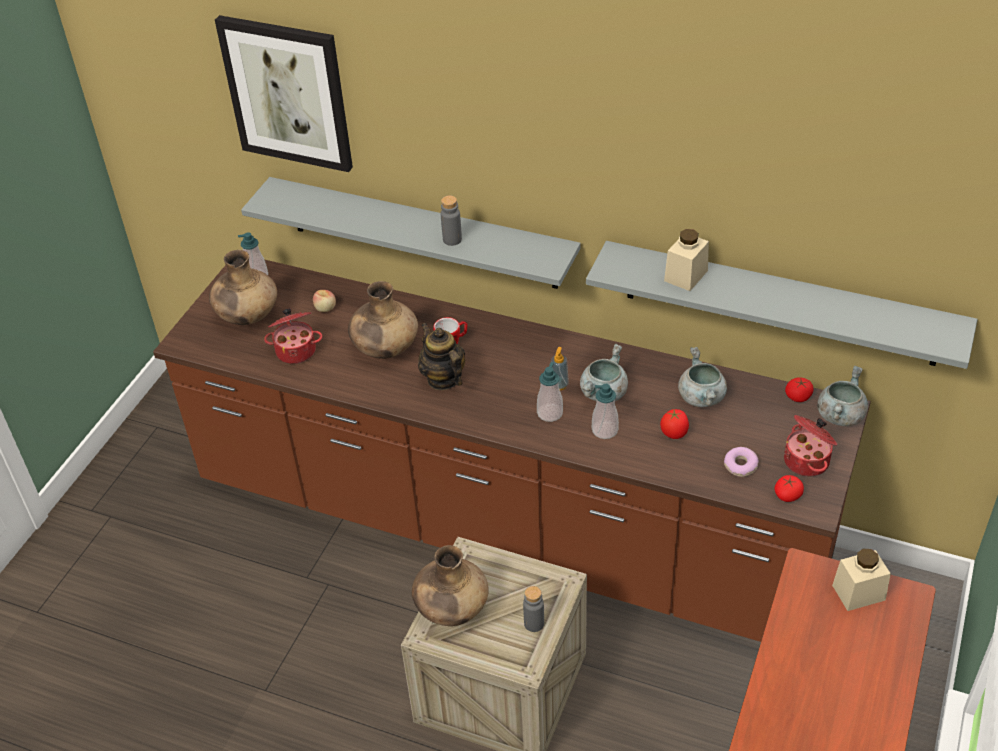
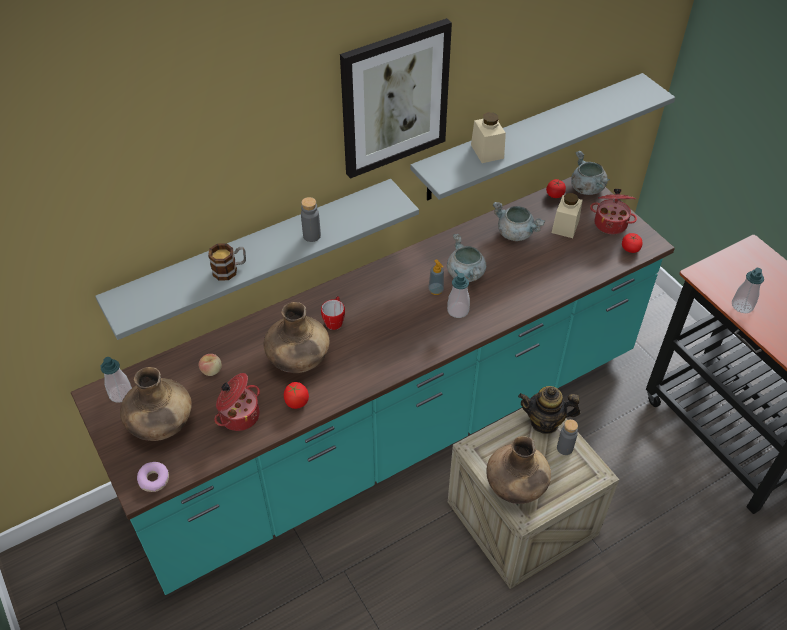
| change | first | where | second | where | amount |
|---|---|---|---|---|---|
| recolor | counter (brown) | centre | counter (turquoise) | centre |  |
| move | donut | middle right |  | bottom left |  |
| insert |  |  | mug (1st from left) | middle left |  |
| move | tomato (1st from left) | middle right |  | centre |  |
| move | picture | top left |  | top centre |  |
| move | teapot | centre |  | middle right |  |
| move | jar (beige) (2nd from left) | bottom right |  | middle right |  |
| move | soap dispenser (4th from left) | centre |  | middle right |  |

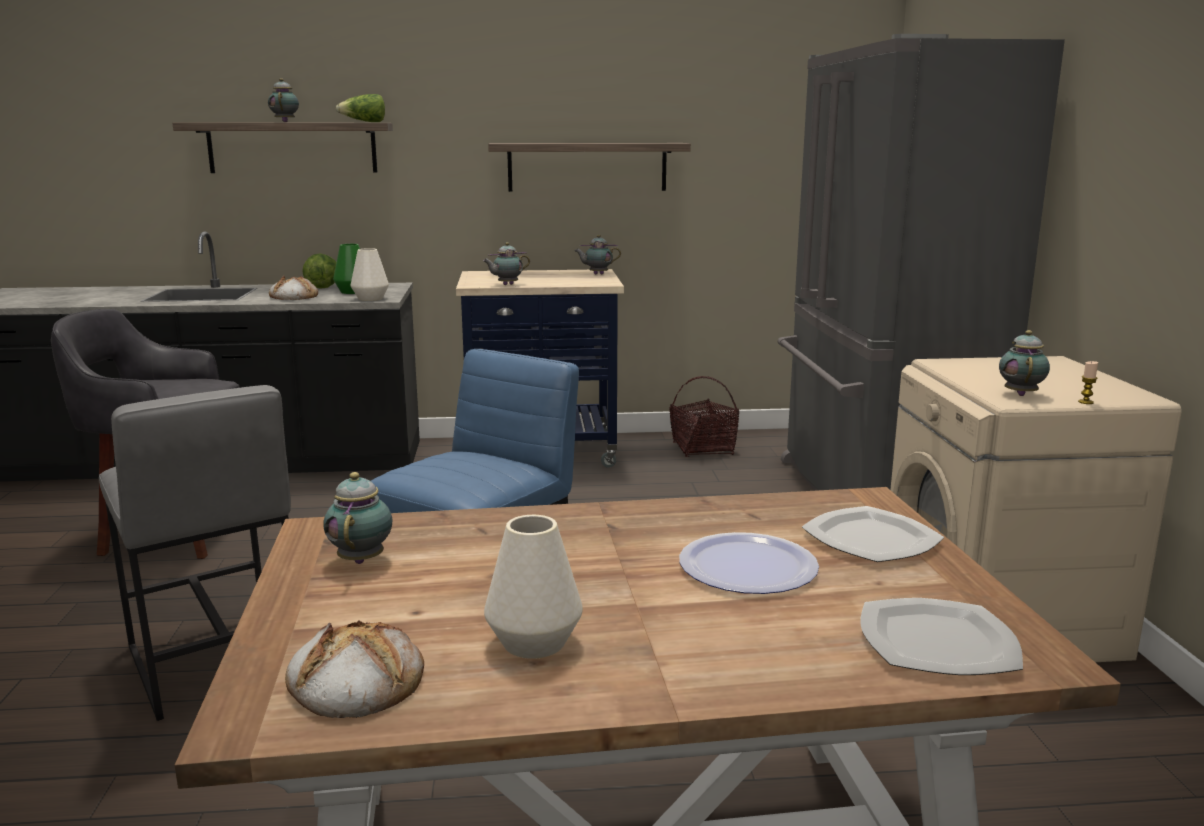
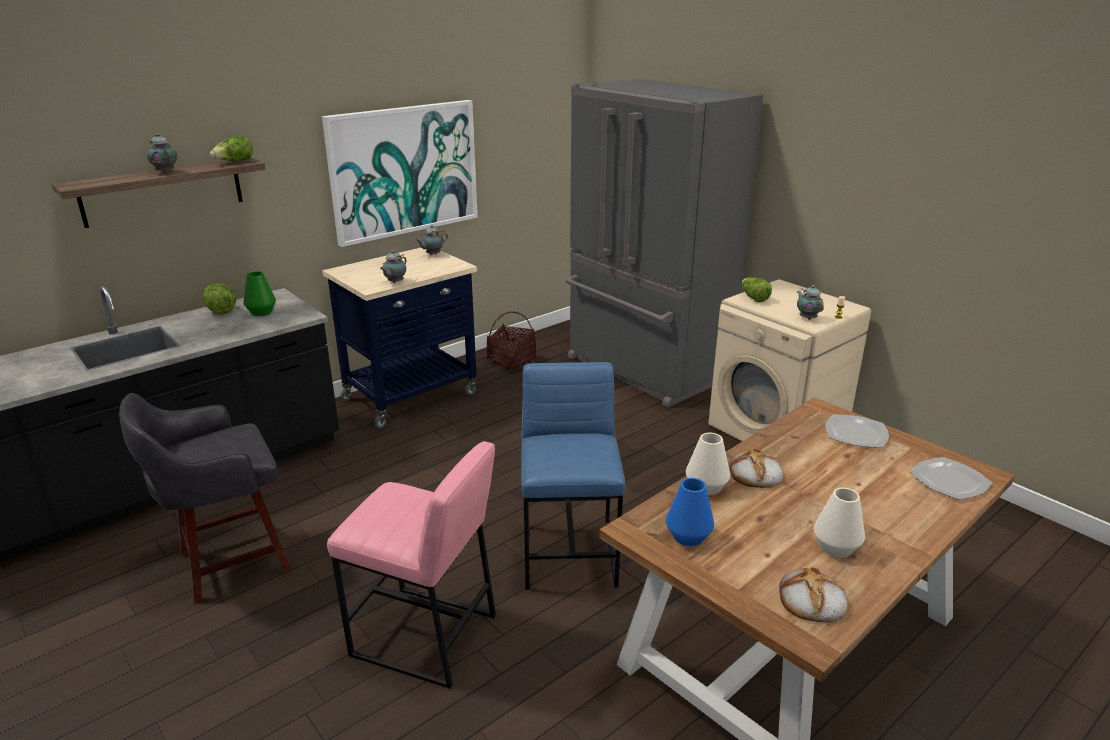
| change | first | where | second | where | amount |
|---|---|---|---|---|---|
| replace | shelf (2nd from left) | top centre | picture | top centre |  |
| recolor | chair (grey) | bottom left | chair (pink) | bottom centre |  |
| replace | teapot (2nd from left) | middle left | vase (blue) | bottom centre |  |
| move | vase (white) (1st from left) | top left |  | centre |  |
| move | bread (1st from left) | middle left |  | middle right |  |
| insert |  |  | lettuce (3rd from left) | middle right |  |
| delete | plate (1st from left) | bottom centre |  |  |  |

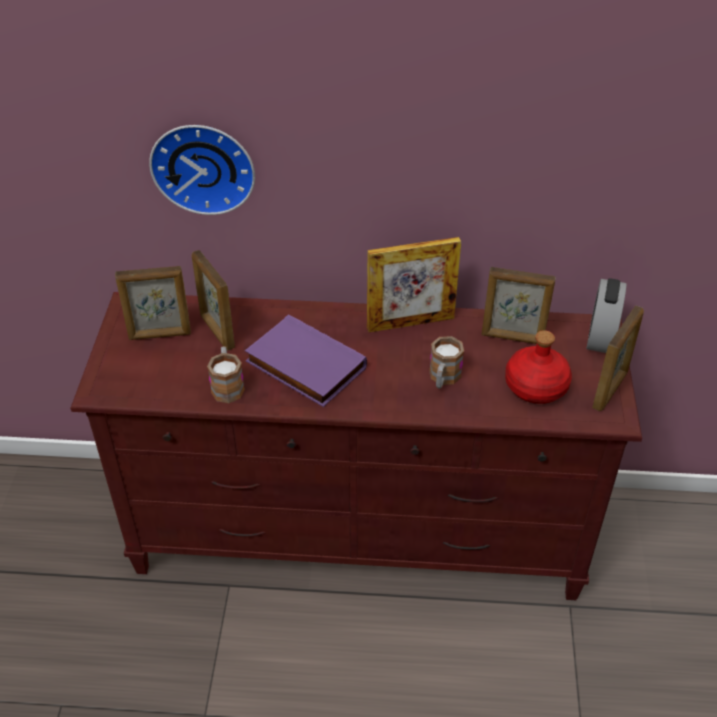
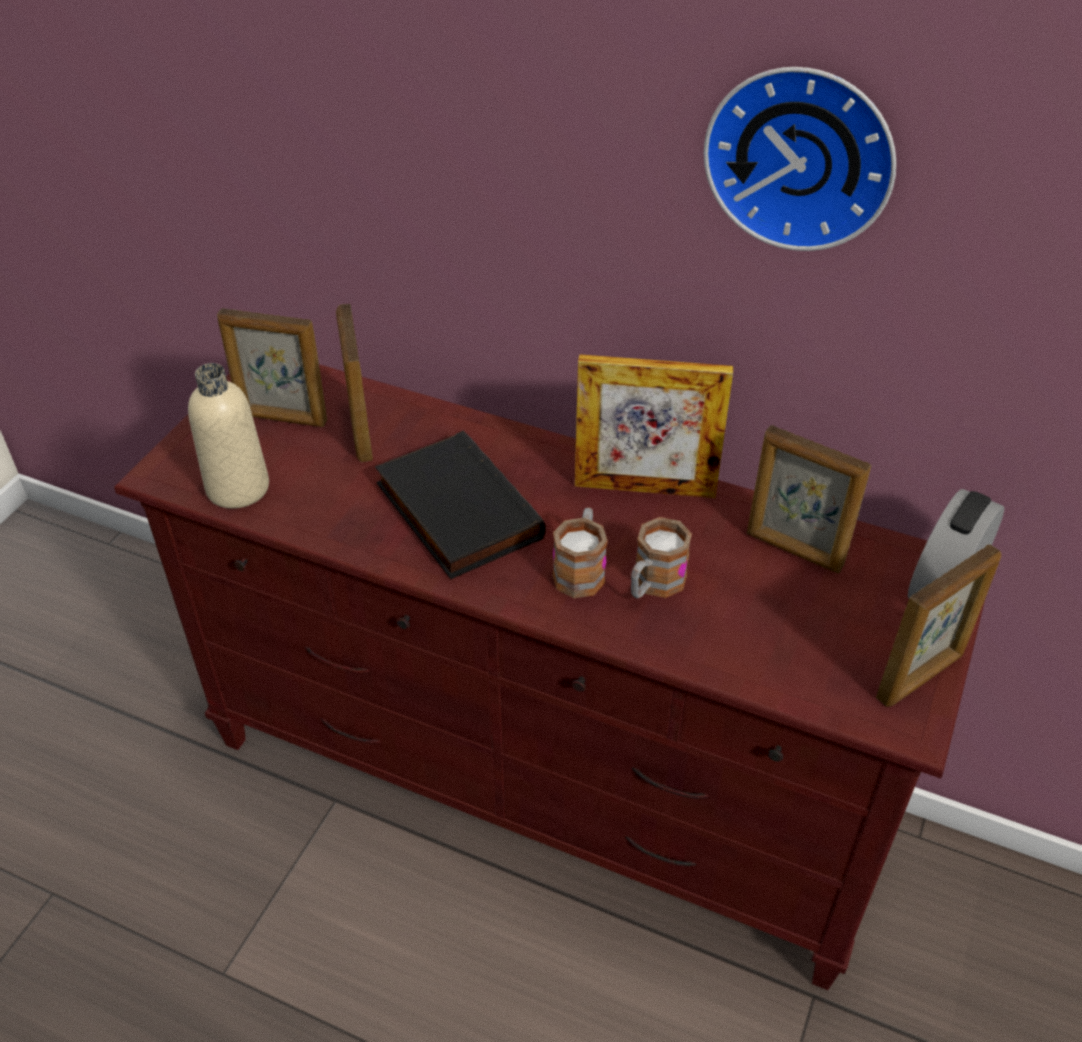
| change | first | where | second | where | amount |
|---|---|---|---|---|---|
| insert |  |  | bottle (beige) | middle left |  |
| recolor | book (purple) | centre | book (black) | centre |  |
| move | mug (1st from left) | middle left |  | centre |  |
| move | wall clock | top left |  | top right |  |
| delete | bottle (red) | middle right |  |  |  |

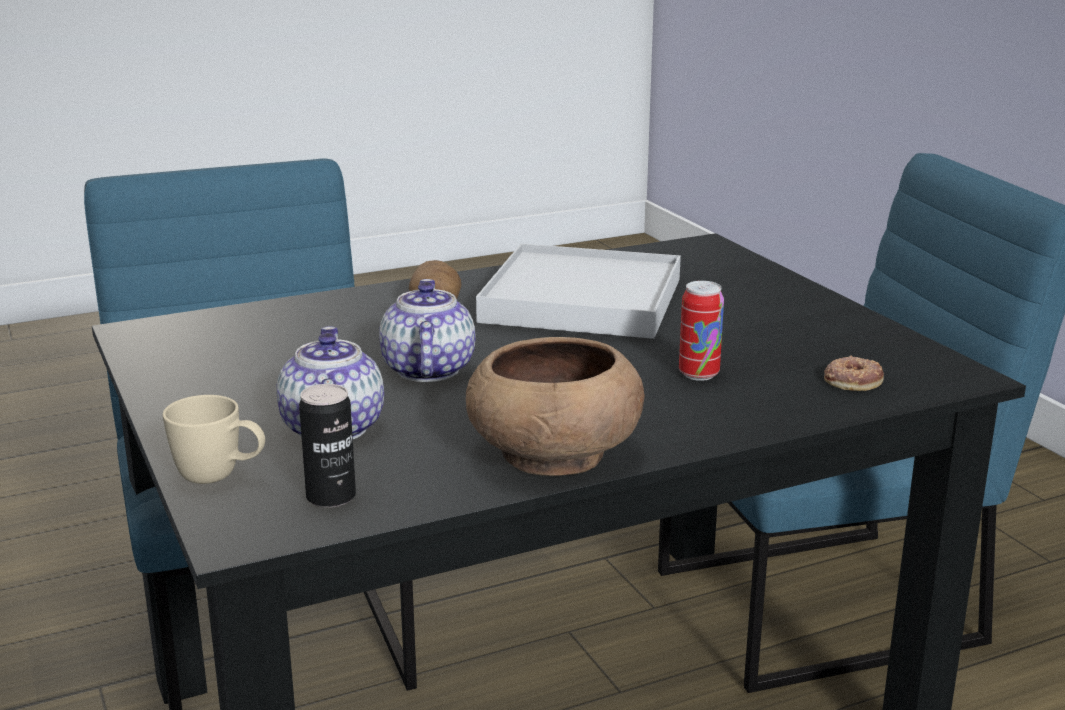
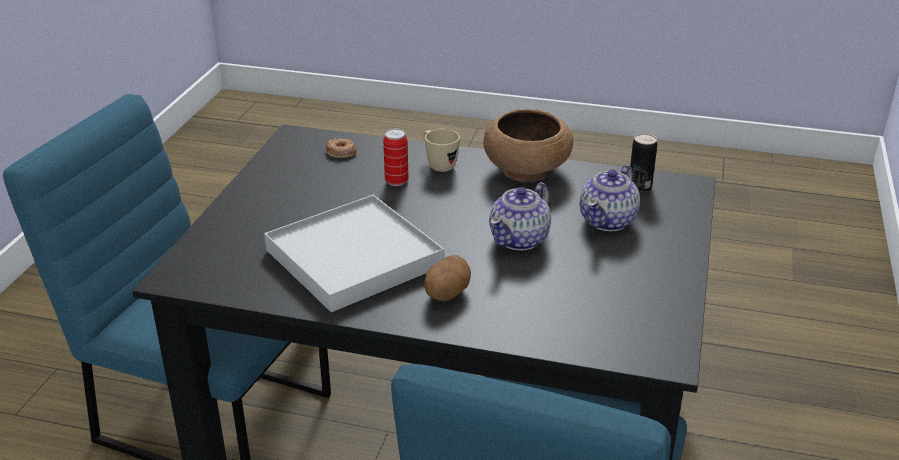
| change | first | where | second | where | amount |
|---|---|---|---|---|---|
| move | mug (beige) | middle left |  | top centre |  |

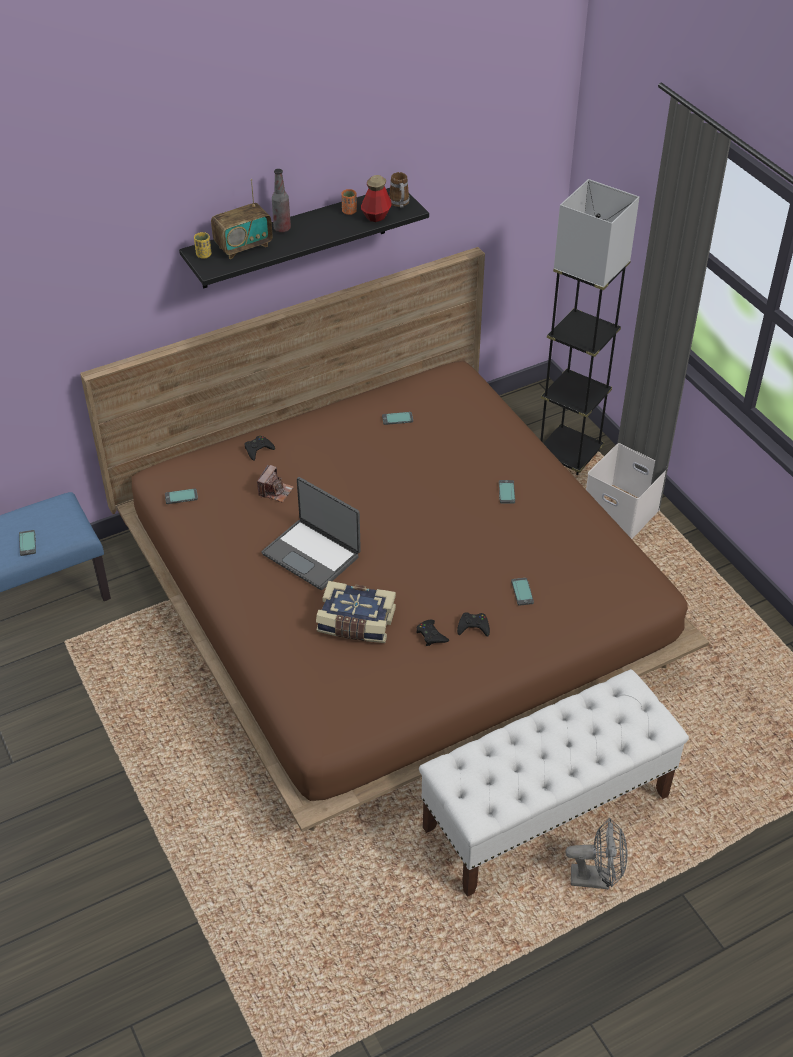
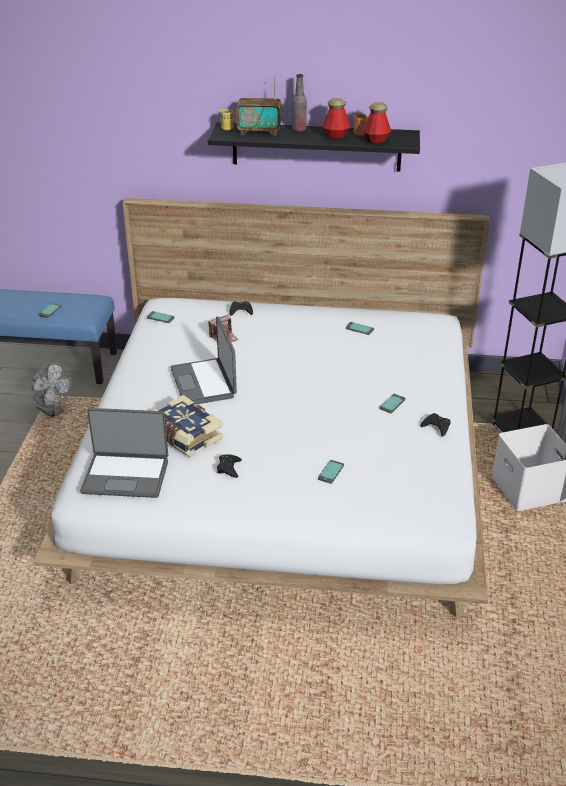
| change | first | where | second | where | amount |
|---|---|---|---|---|---|
| move | fan (grey) | bottom right |  | middle left |  |
| recolor | bed (brown) | centre | bed (white) | centre |  |
| insert |  |  | laptop (1st from left) | middle left |  |
| insert |  |  | bottle (2nd from left) | top centre |  |
| move | game controller (black) (3rd from left) | centre |  | middle right |  |
| delete | mug | top centre |  |  |  |
| delete | bench (white) | bottom right |  |  |  |

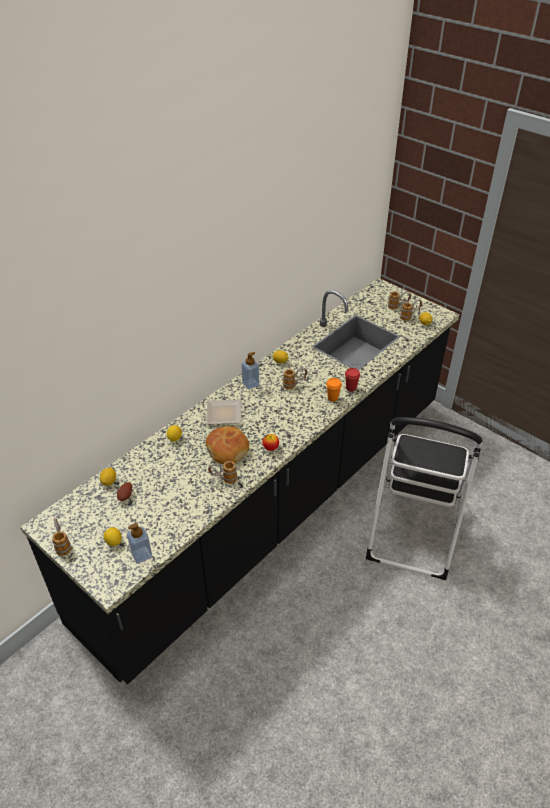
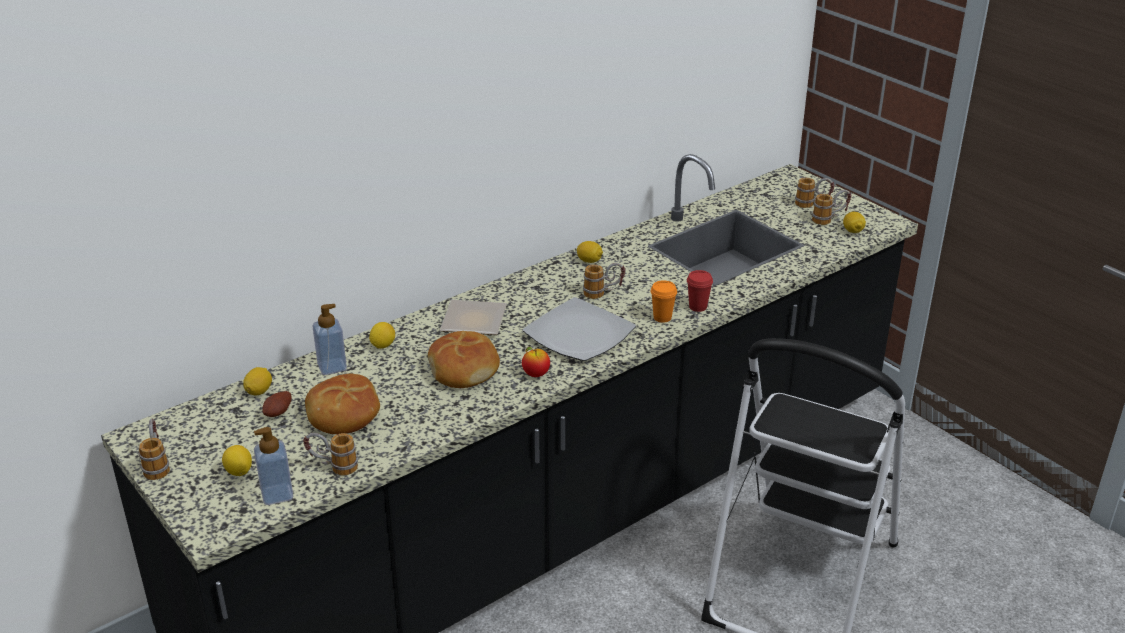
| change | first | where | second | where | amount |
|---|---|---|---|---|---|
| move | mug (2nd from left) | centre |  | bottom left |  |
| insert |  |  | bread (1st from left) | middle left |  |
| move | soap dispenser (2nd from left) | centre |  | middle left |  |
| insert |  |  | plate (2nd from left) | centre |  |

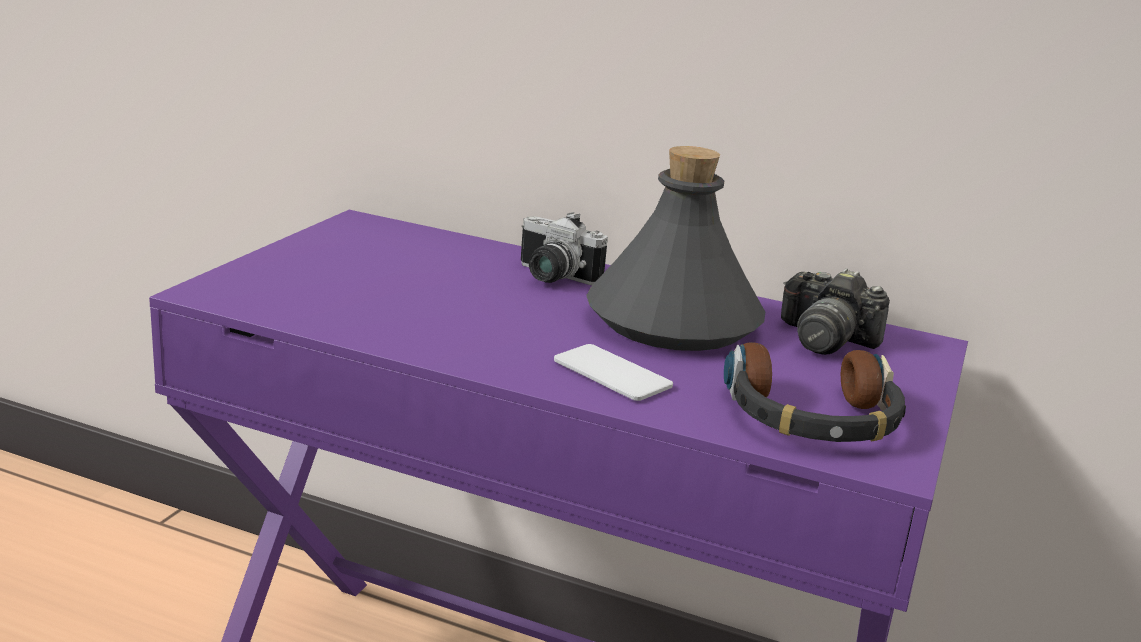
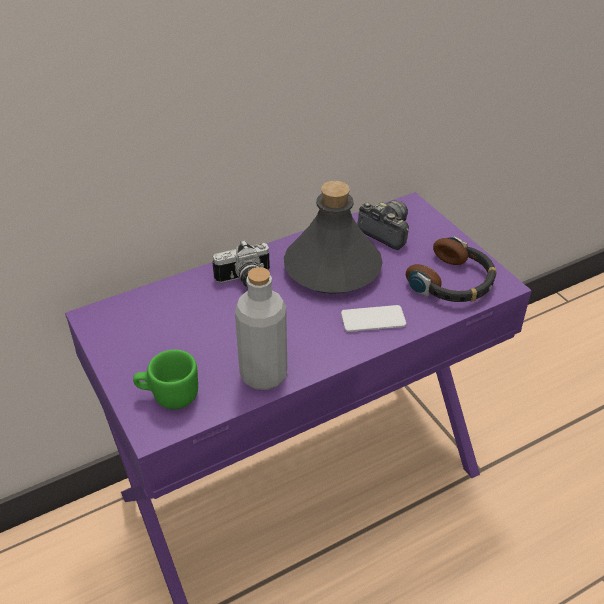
| change | first | where | second | where | amount |
|---|---|---|---|---|---|
| insert |  |  | mug (green) | middle left |  |
| insert |  |  | bottle (grey) (1st from left) | centre |  |
| rotate | photo camera (2nd from left) | middle right |  | centre | 120 degrees counterclockwise |

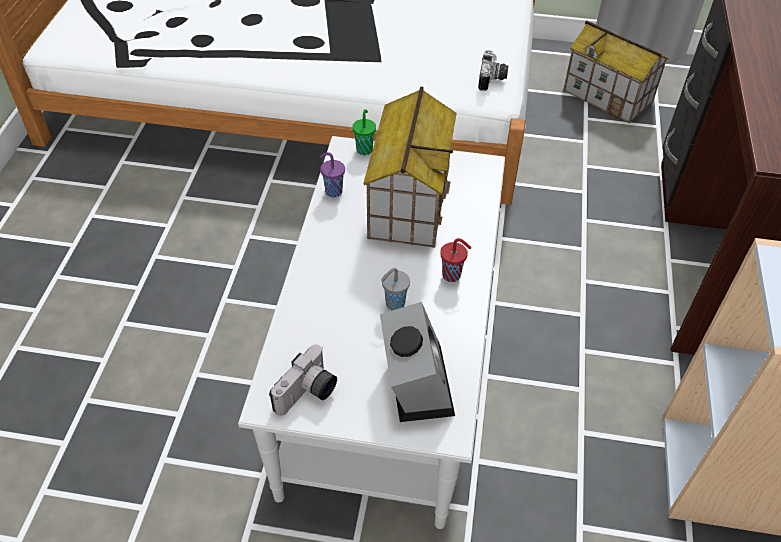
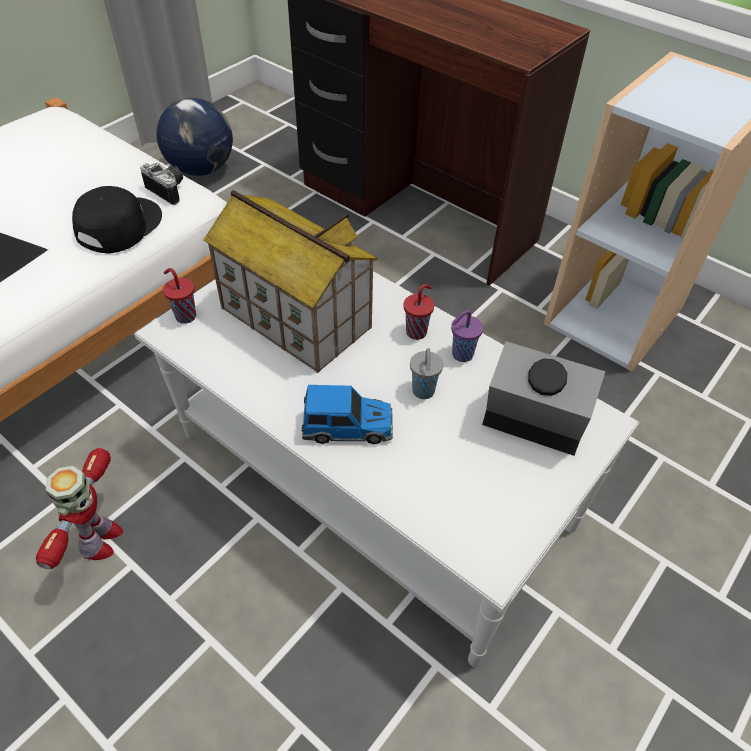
| change | first | where | second | where | amount |
|---|---|---|---|---|---|
| insert |  |  | toy robot | bottom left |  |
| insert |  |  | cap (black) | top left |  |
| replace | toy house (2nd from left) | top right | globe | top left |  |
| recolor | cup (green) | top centre | cup (red) (1st from left) | middle left |  |
| insert |  |  | toy car | centre |  |
| move | cup (purple) | top centre |  | centre |  |
| delete | photo camera (1st from left) | bottom centre |  |  |  |

